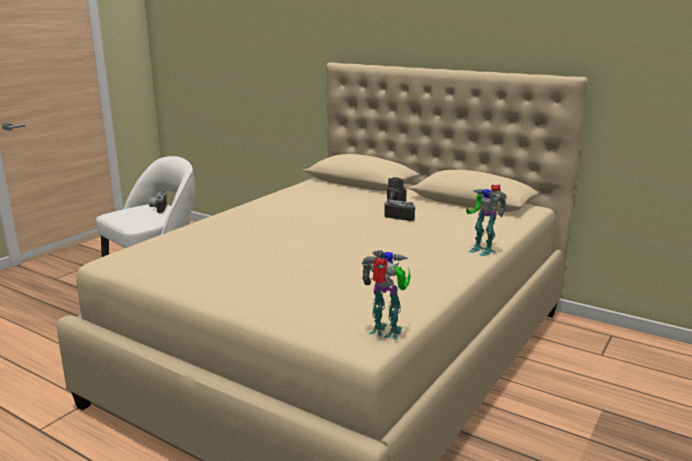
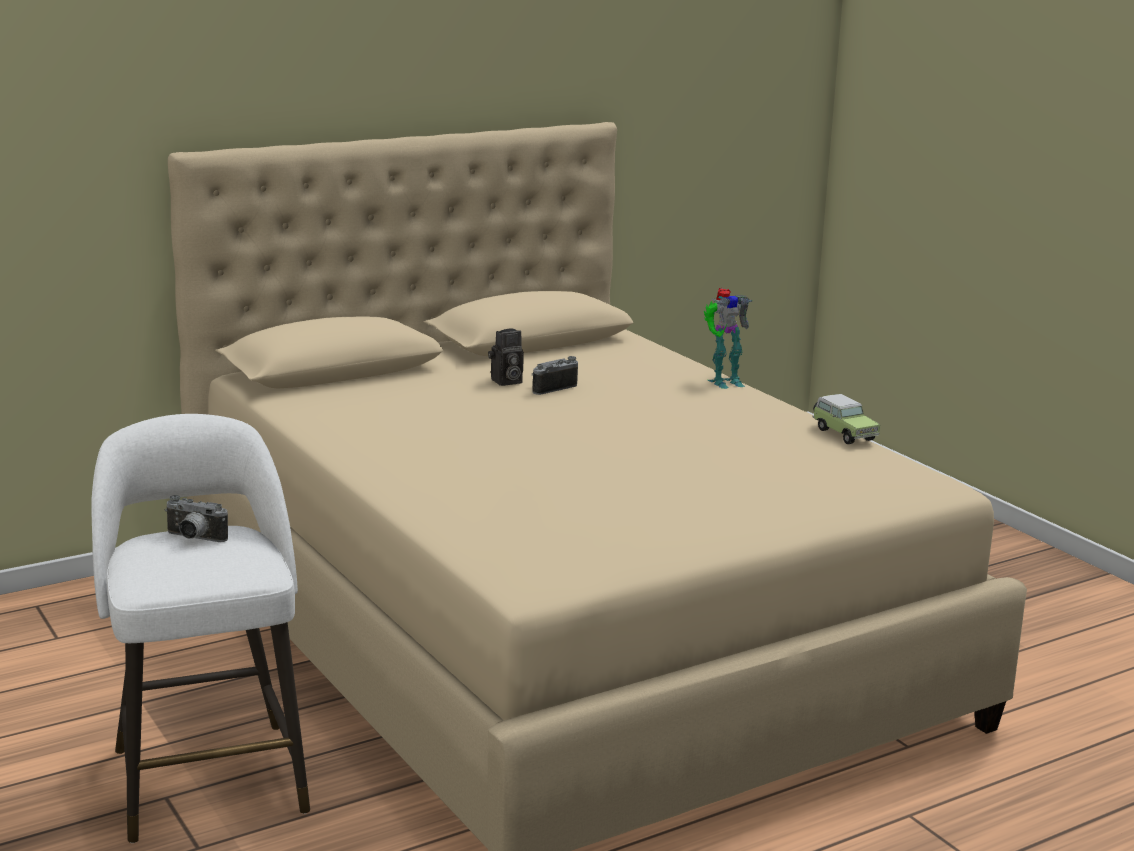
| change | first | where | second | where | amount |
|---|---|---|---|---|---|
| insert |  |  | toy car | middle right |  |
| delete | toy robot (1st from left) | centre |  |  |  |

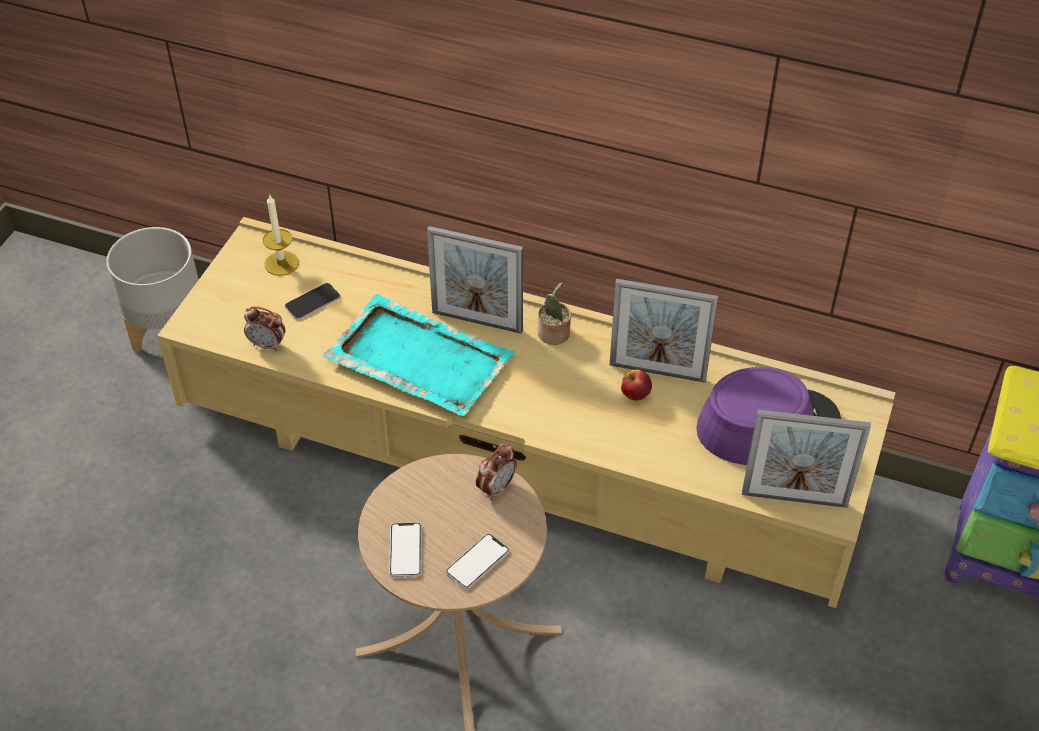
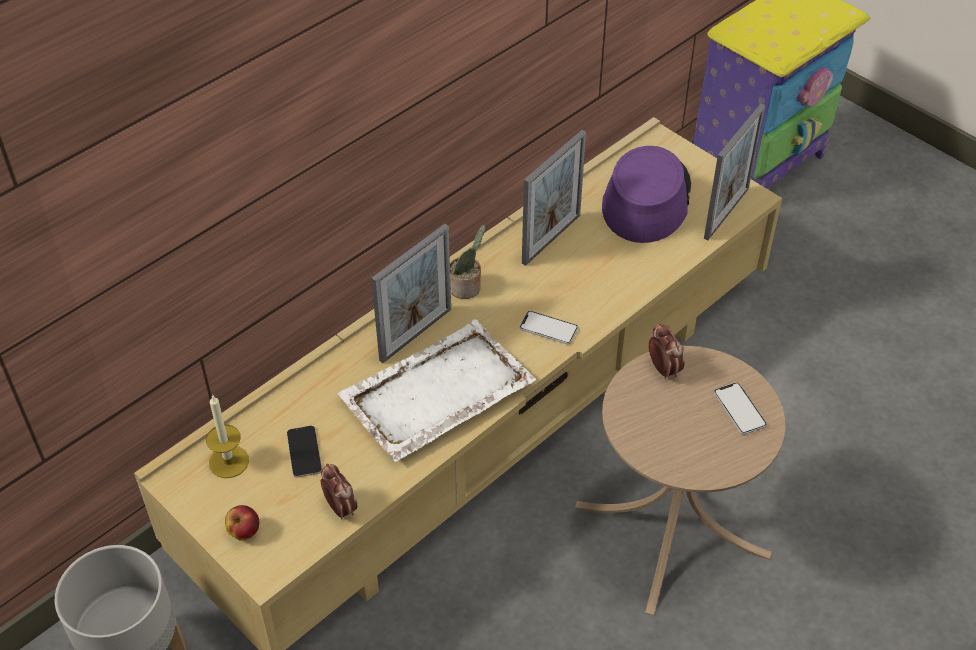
| change | first | where | second | where | amount |
|---|---|---|---|---|---|
| move | apple | centre |  | bottom left |  |
| rotate | alarm clock (1st from left) | middle left |  | bottom centre | 75 degrees counterclockwise |
| recolor | tray (turquoise) | centre | tray (white) | centre |  |
| move | phone (2nd from left) | bottom centre |  | centre |  |

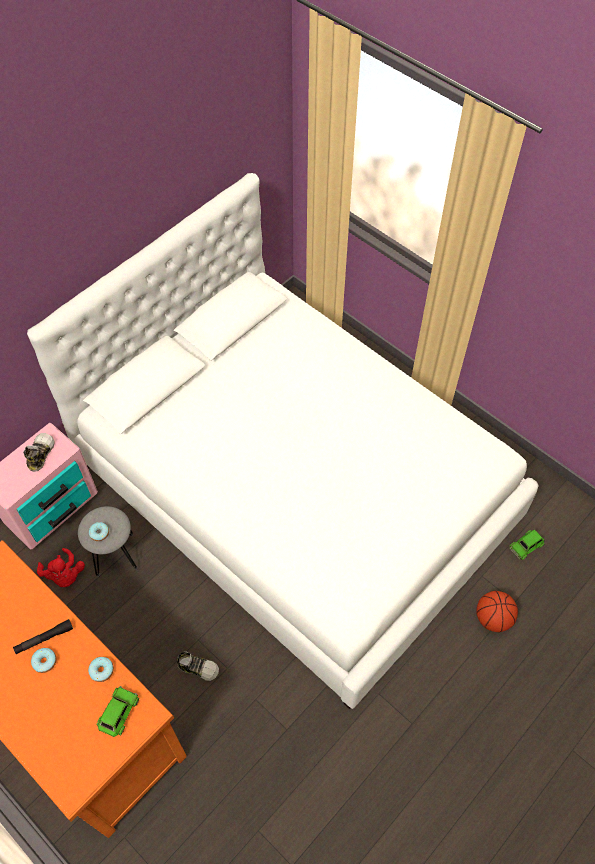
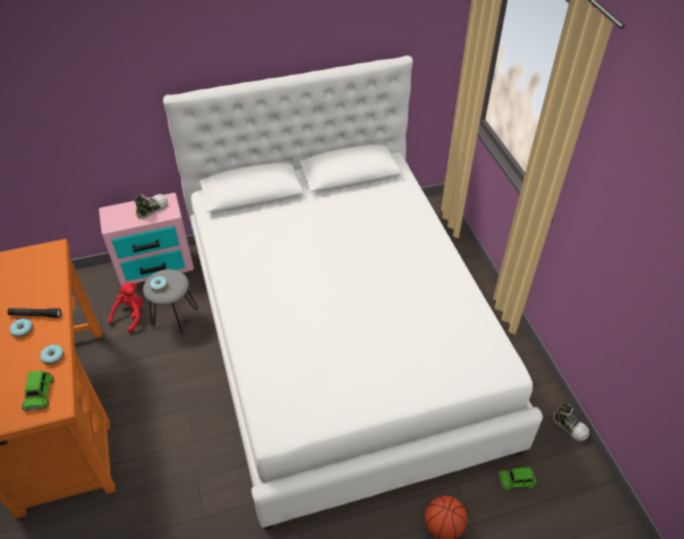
| change | first | where | second | where | amount |
|---|---|---|---|---|---|
| rotate | toy car (green) (1st from left) | bottom left |  | bottom left | 120 degrees clockwise |
| rotate | plush toy (red) | middle left |  | middle left | 150 degrees counterclockwise |
| move | shoe (2nd from left) | bottom left |  | bottom right |  |

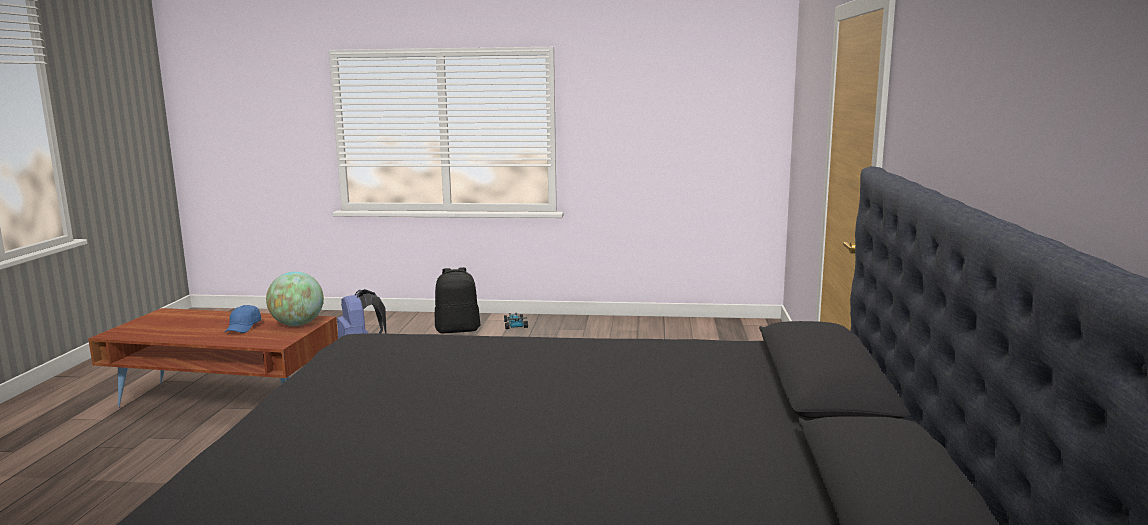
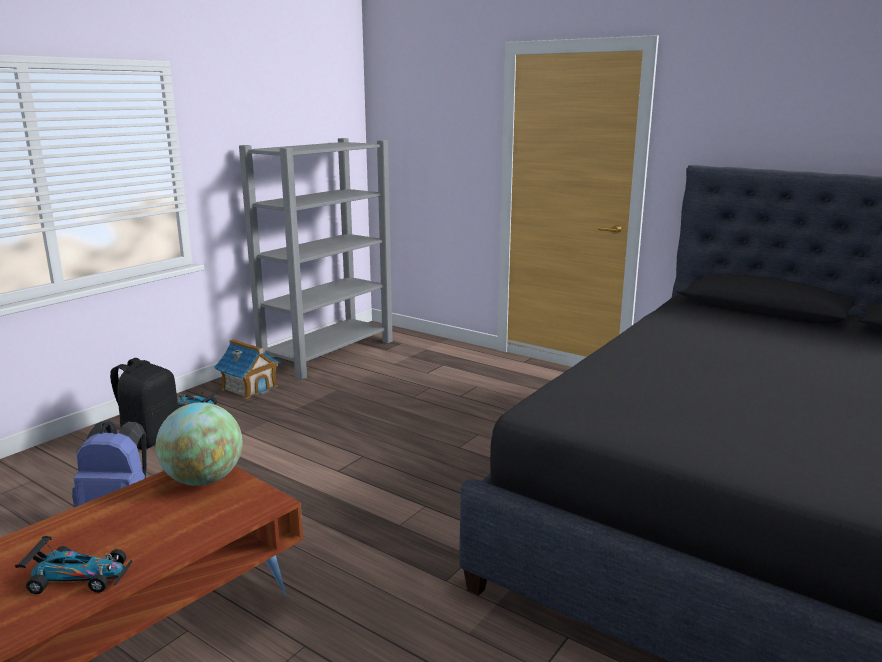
| change | first | where | second | where | amount |
|---|---|---|---|---|---|
| insert |  |  | toy car (1st from left) | bottom left |  |
| insert |  |  | toy house | middle left |  |
| insert |  |  | bookcase (grey) | centre |  |
| delete | cap (blue) | middle left |  |  |  |

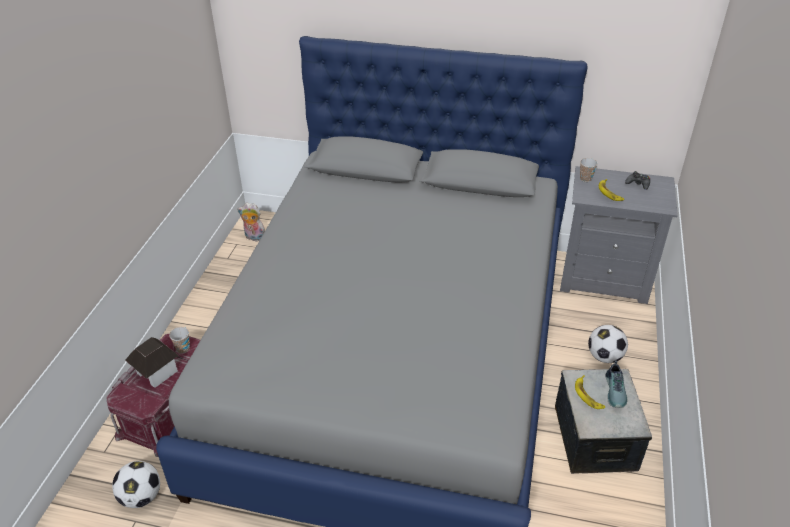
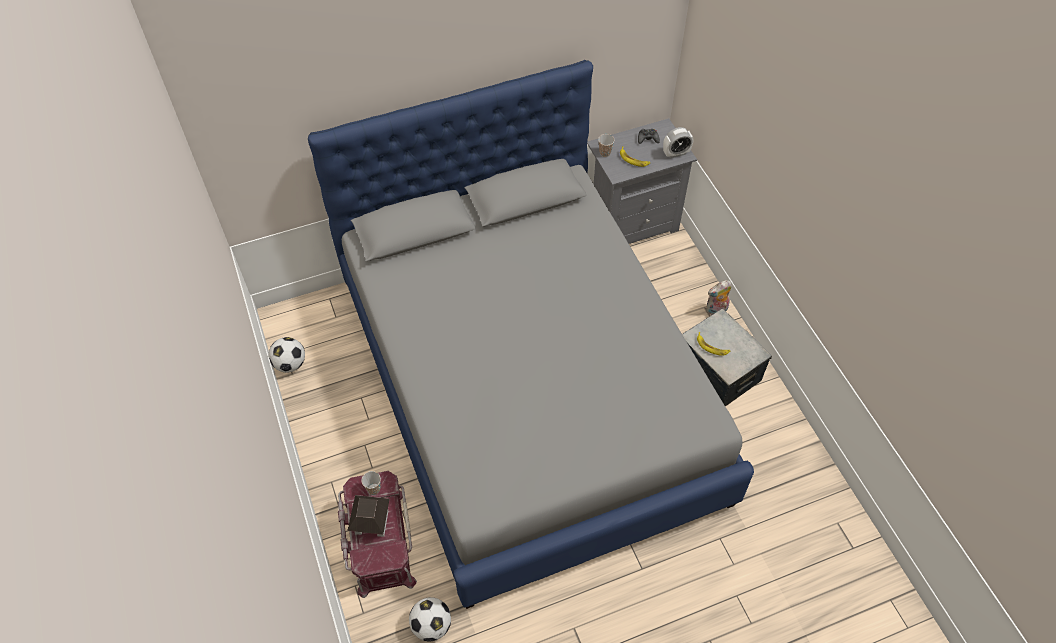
| change | first | where | second | where | amount |
|---|---|---|---|---|---|
| move | football (2nd from left in the first image) | middle right | football (1st from left) | middle left |  |
| insert |  |  | alarm clock | top centre |  |
| move | plush toy | middle left |  | middle right |  |
| delete | shoe | bottom right |  |  |  |

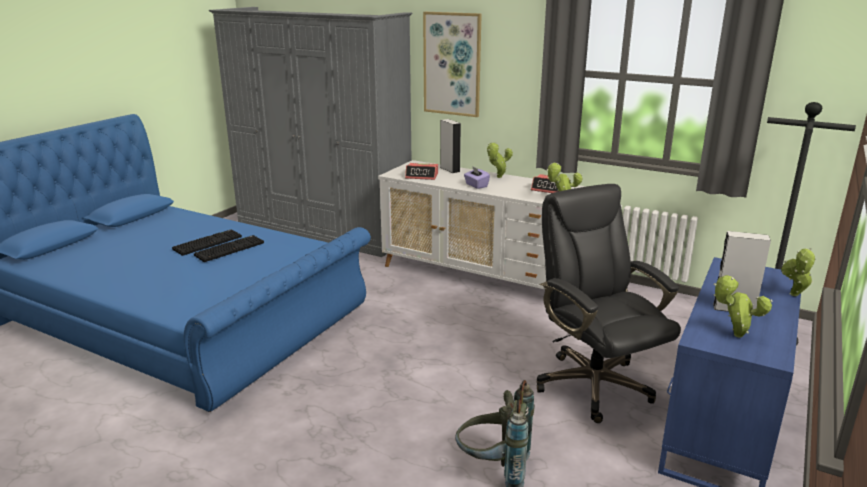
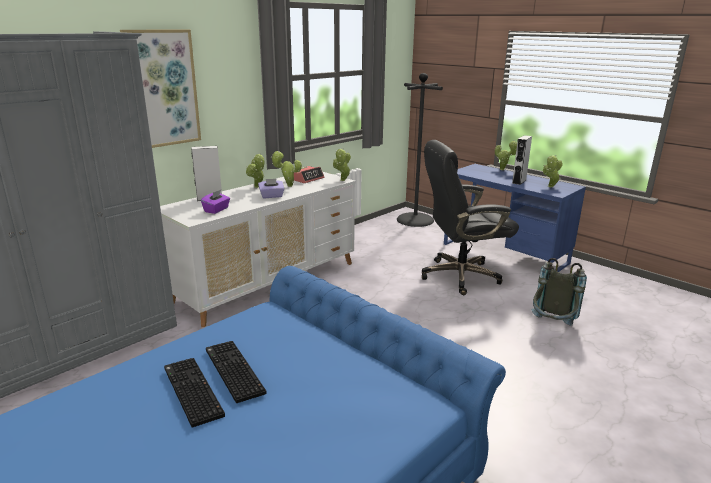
| change | first | where | second | where | amount |
|---|---|---|---|---|---|
| replace | alarm clock (1st from left) | centre | tissue box (purple) (1st from left) | middle left |  |
| insert |  |  | potted plant (2nd from left) | centre |  |

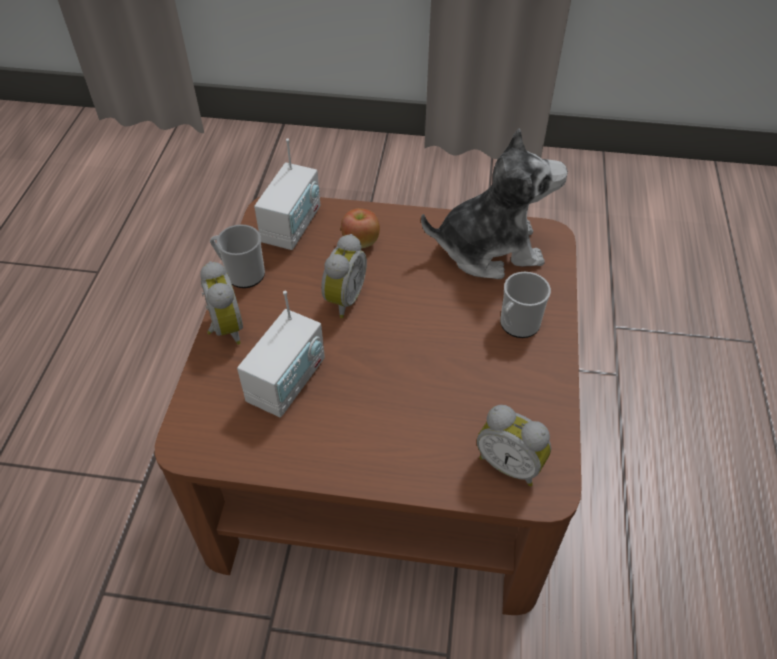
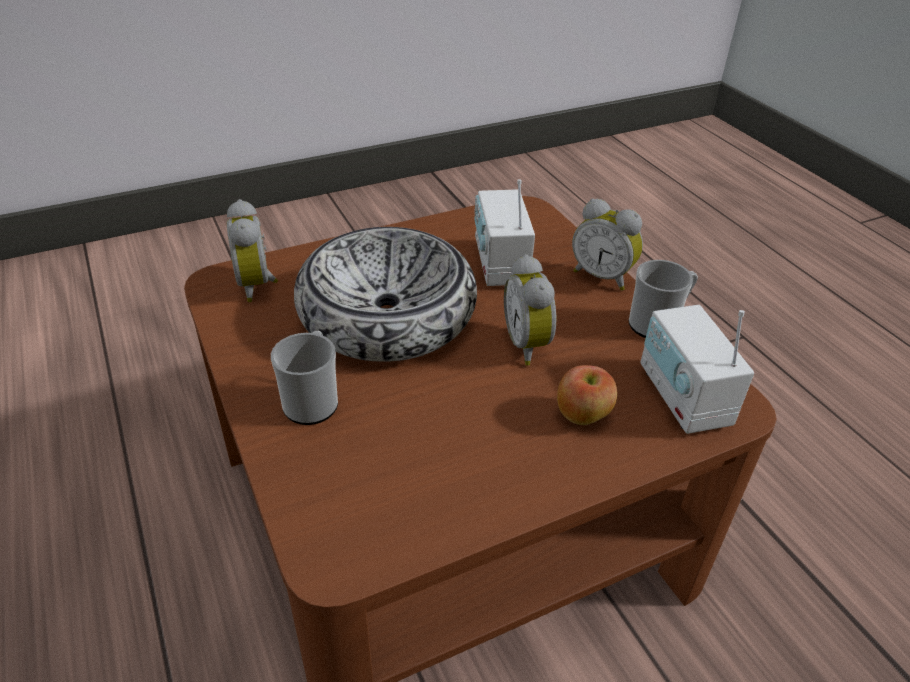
| change | first | where | second | where | amount |
|---|---|---|---|---|---|
| rotate | alarm clock (3rd from left in the first image) | bottom centre | alarm clock (1st from left) | middle left | 105 degrees counterclockwise |
| insert |  |  | bowl | centre |  |
| delete | plush toy | top centre |  |  |  |

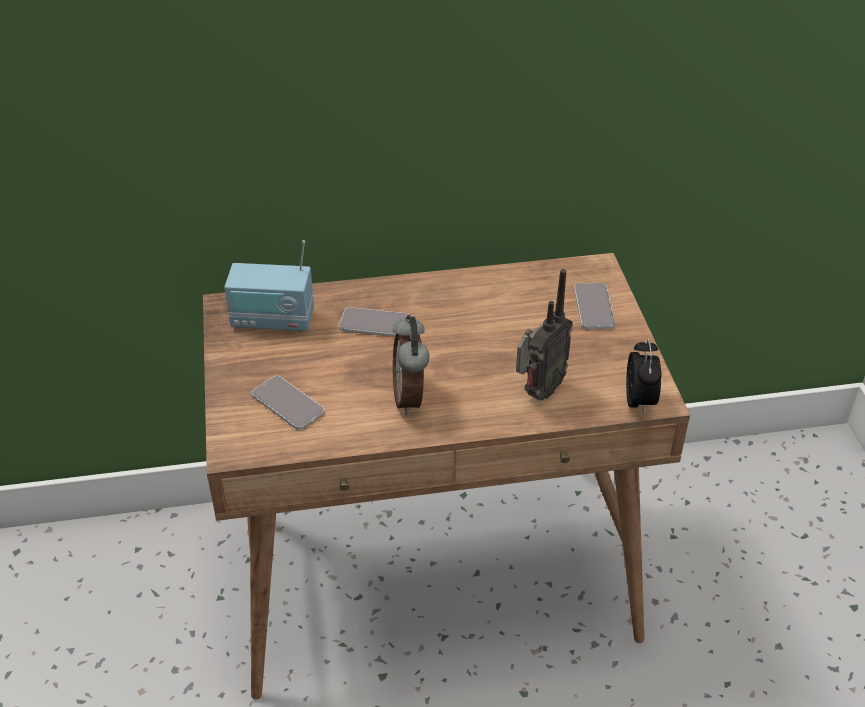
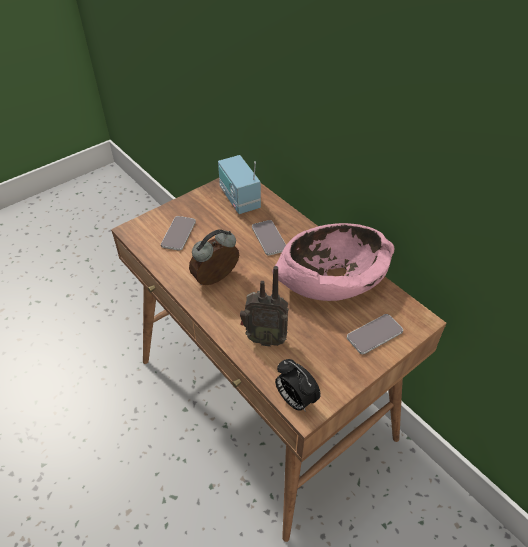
| change | first | where | second | where | amount |
|---|---|---|---|---|---|
| insert |  |  | bowl (pink) | centre |  |
| rotate | alarm clock (2nd from left) | middle right |  | bottom centre | 75 degrees clockwise |

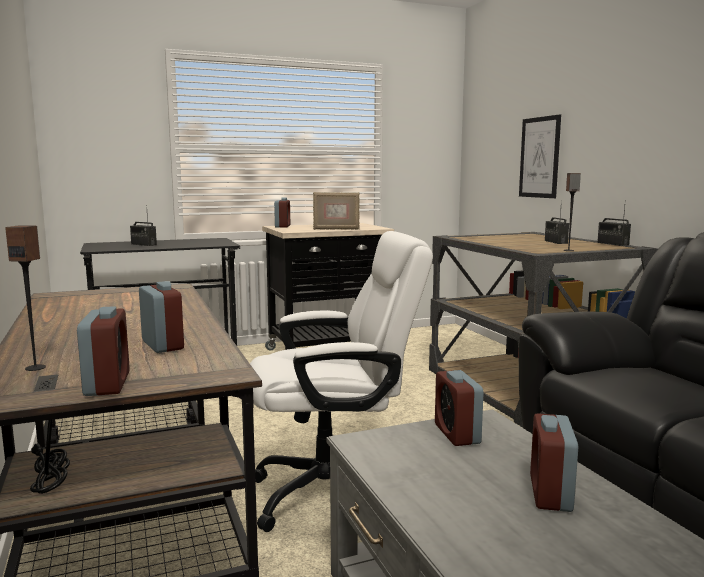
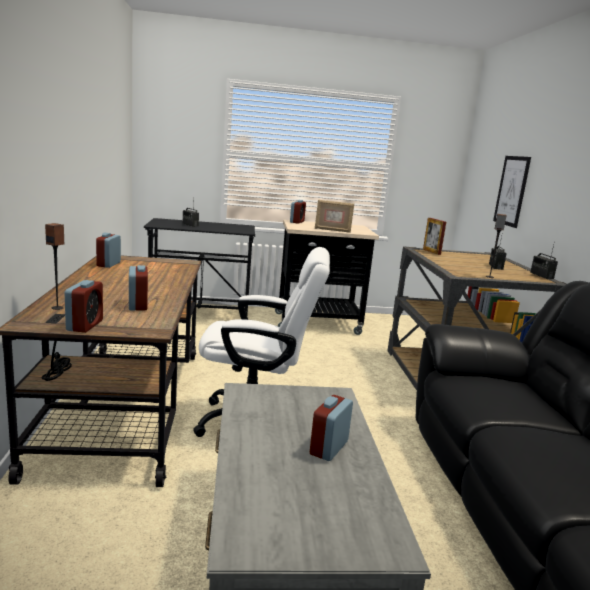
| change | first | where | second | where | amount |
|---|---|---|---|---|---|
| move | alarm clock (4th from left in the first image) | bottom centre | alarm clock (2nd from left) | middle left |  |
| insert |  |  | picture frame (2nd from left) | middle right |  |

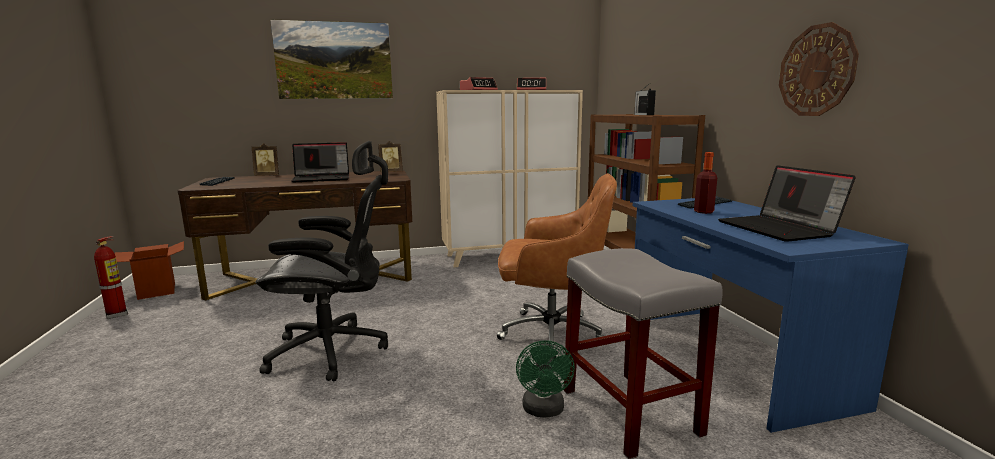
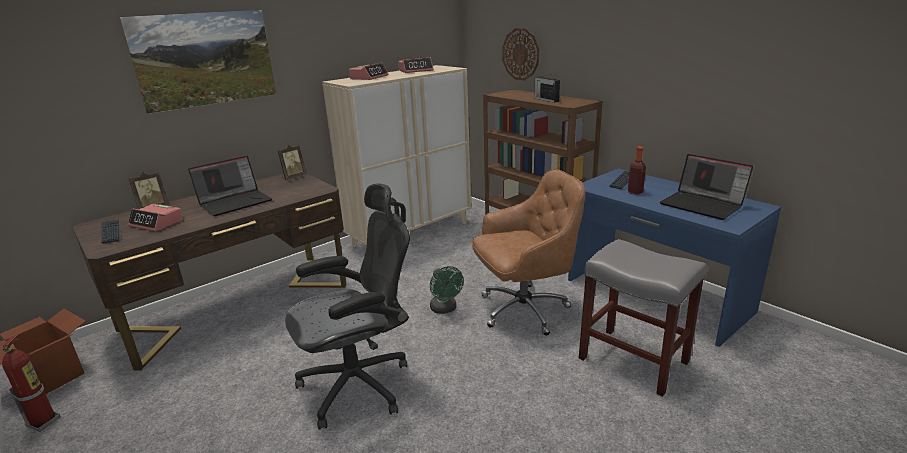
| change | first | where | second | where | amount |
|---|---|---|---|---|---|
| insert |  |  | alarm clock (1st from left) | middle left |  |
| move | fan (green) | bottom centre |  | centre |  |
| move | wall clock | top right |  | top centre |  |

